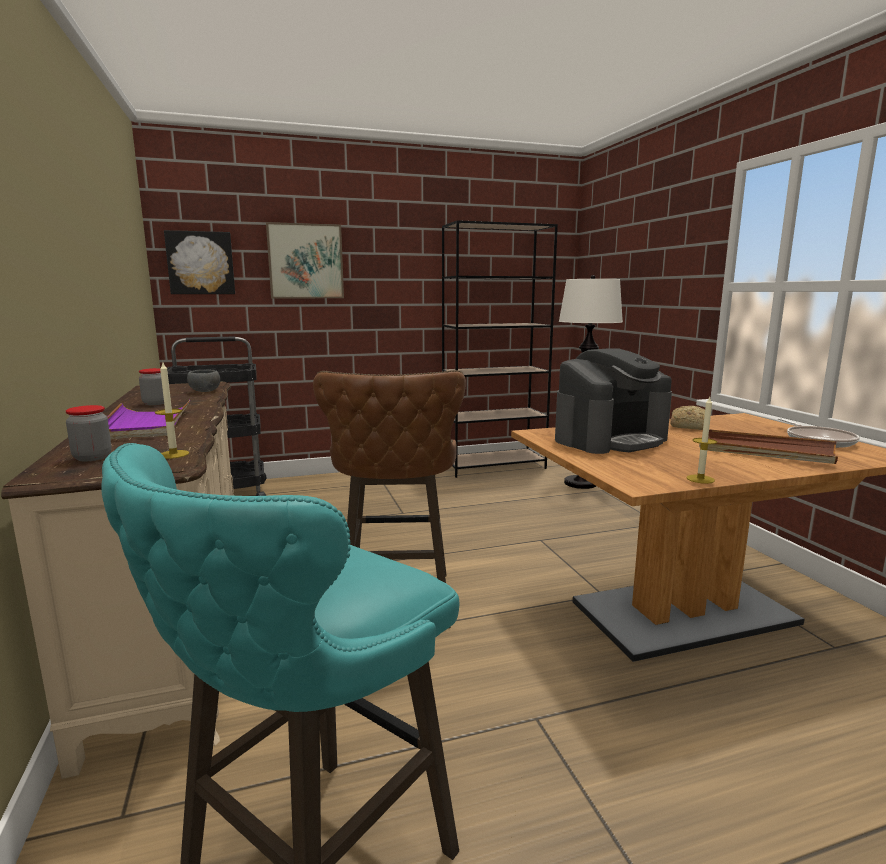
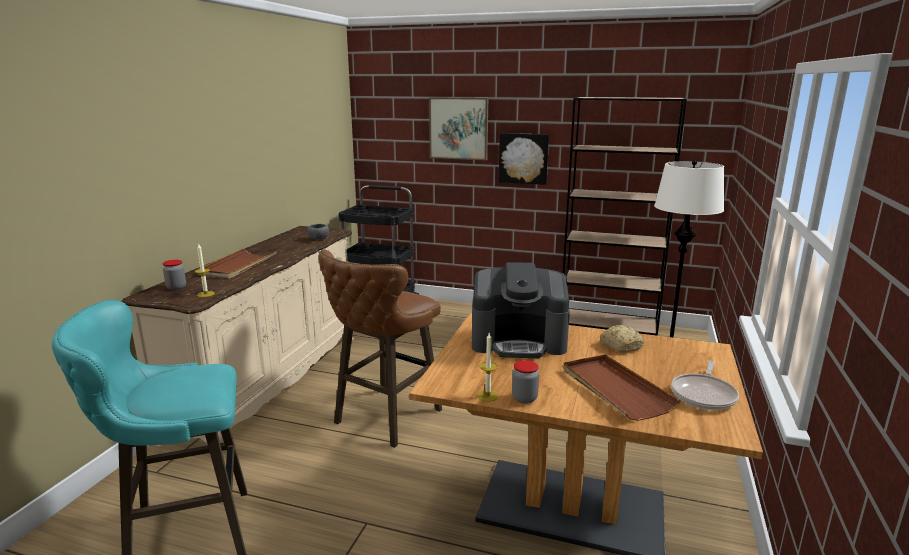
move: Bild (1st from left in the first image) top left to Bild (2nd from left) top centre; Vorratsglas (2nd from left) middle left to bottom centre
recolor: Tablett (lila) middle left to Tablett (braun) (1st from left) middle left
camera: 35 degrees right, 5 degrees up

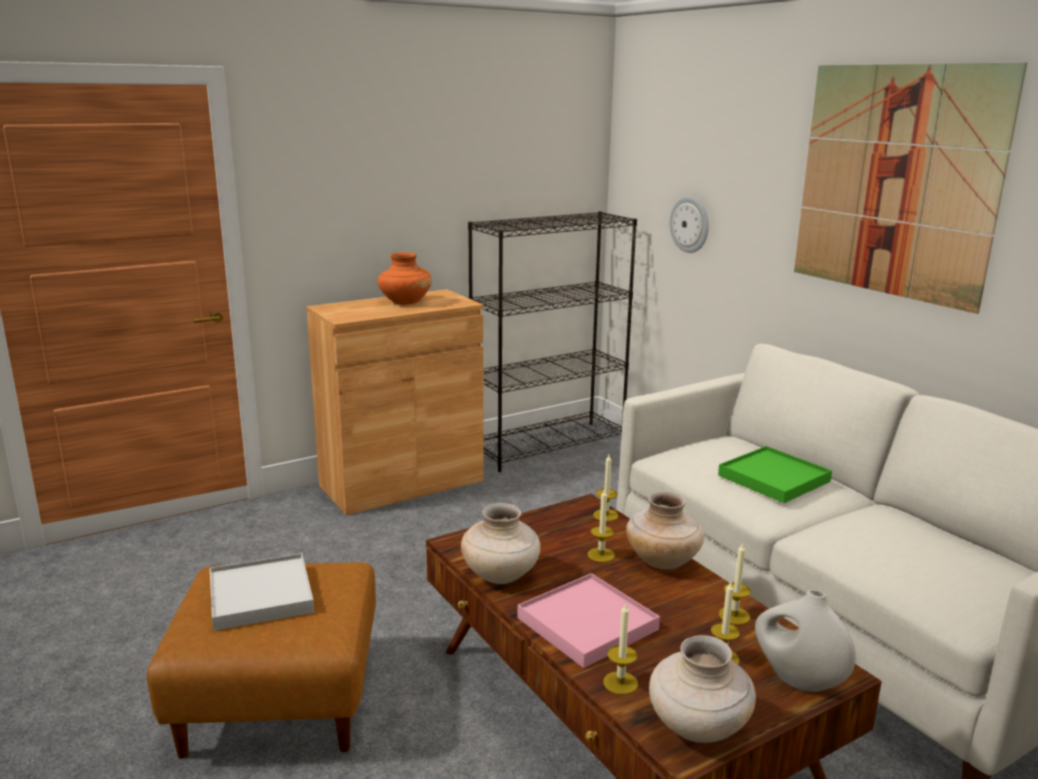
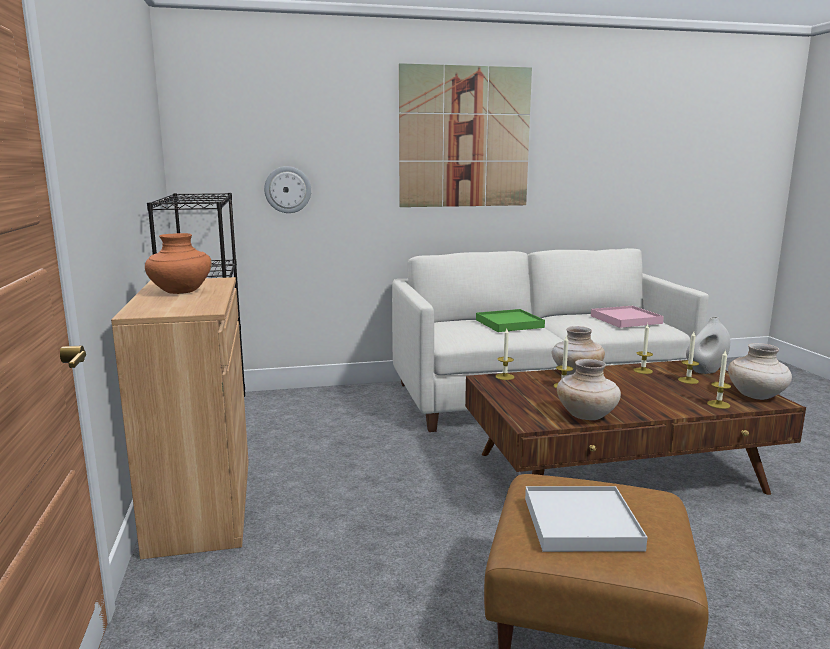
move: Tablett (rosa) bottom centre to middle right
camera: 70 degrees left, 5 degrees down

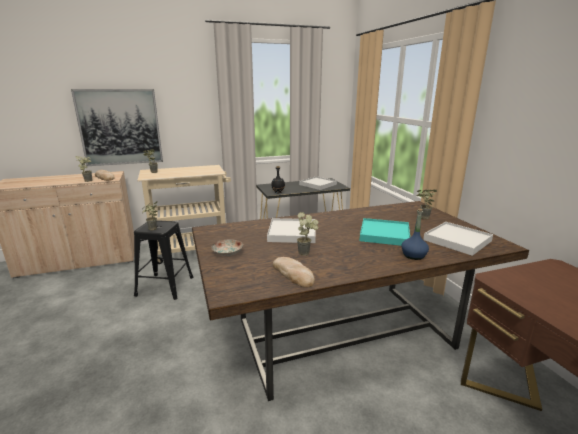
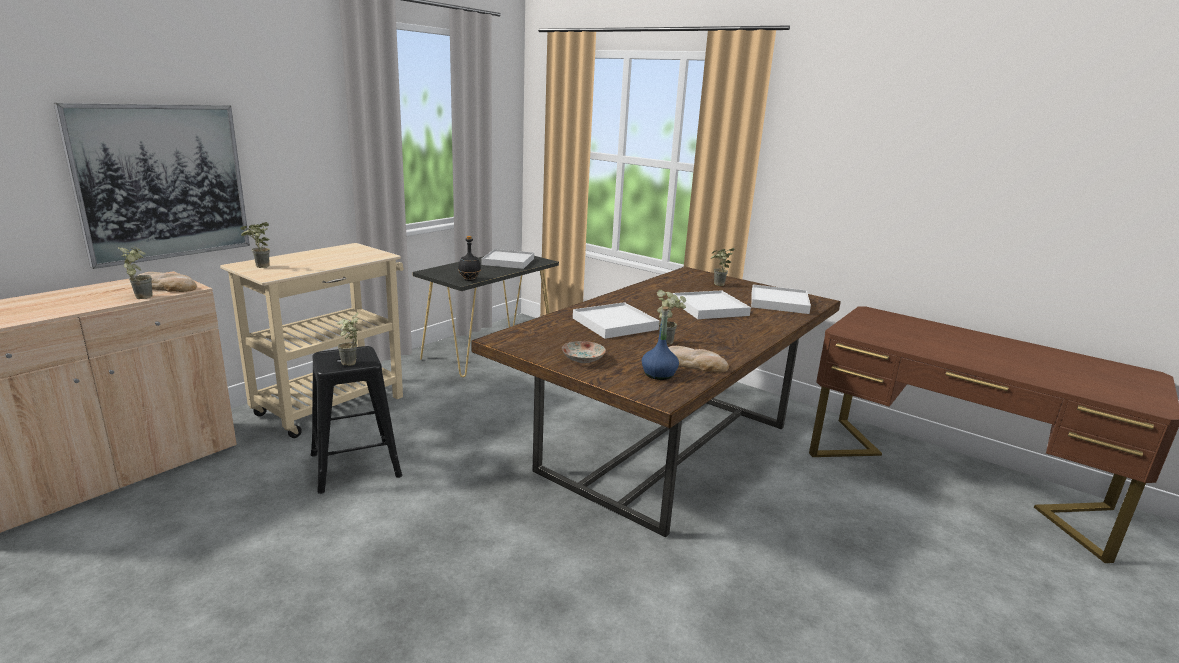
move: Flasche (blau) middle right to centre
recolor: Tablett (türkis) centre to Tablett (weiß) (3rd from left) centre
camera: 35 degrees left, 0 degrees up

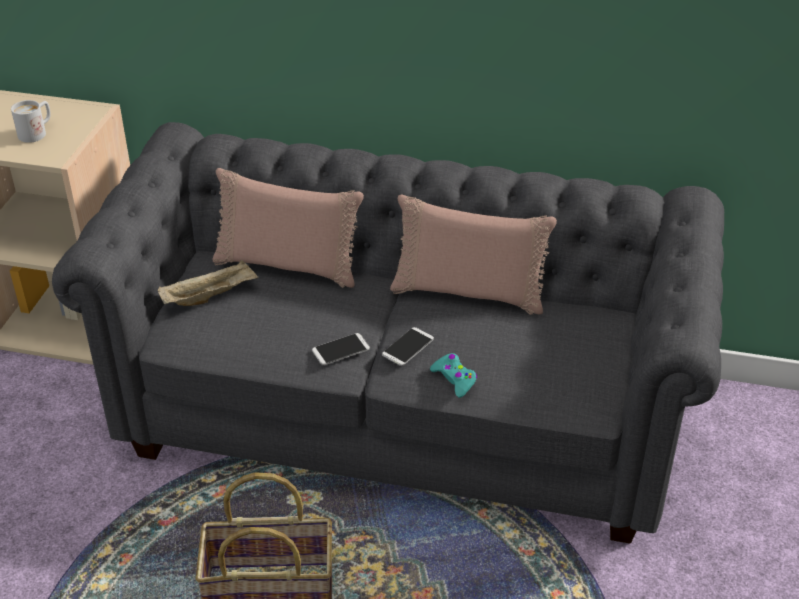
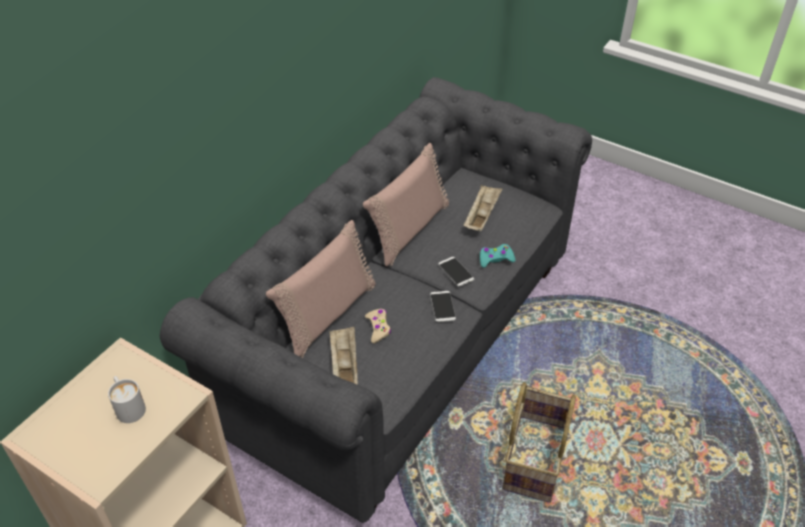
insert: Tablett (beige) (2nd from left) centre; Gamepad (beige) centre
camera: 70 degrees left, 5 degrees up

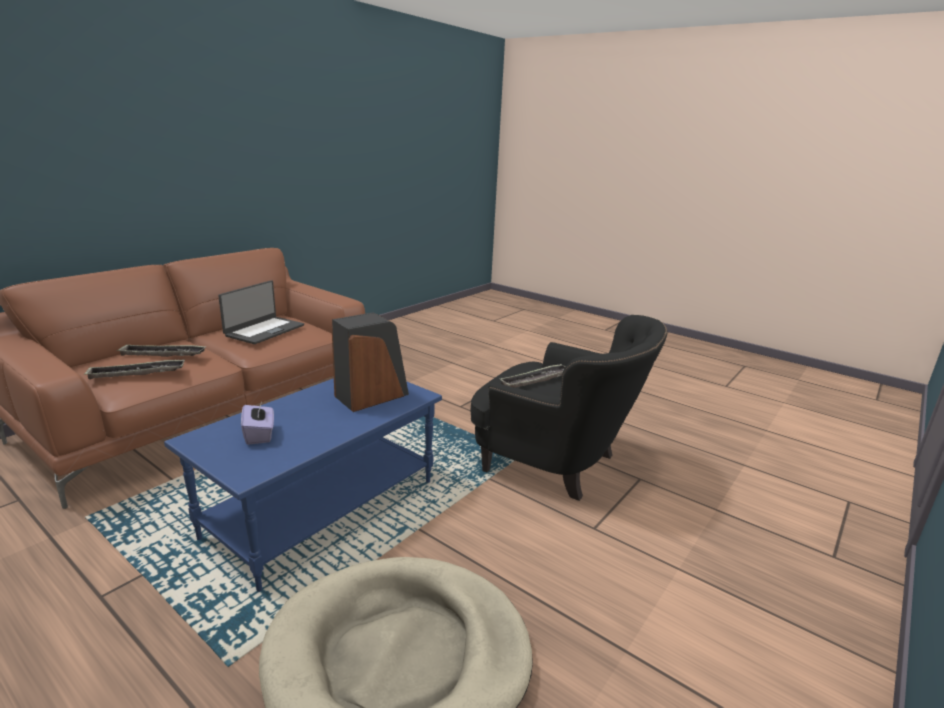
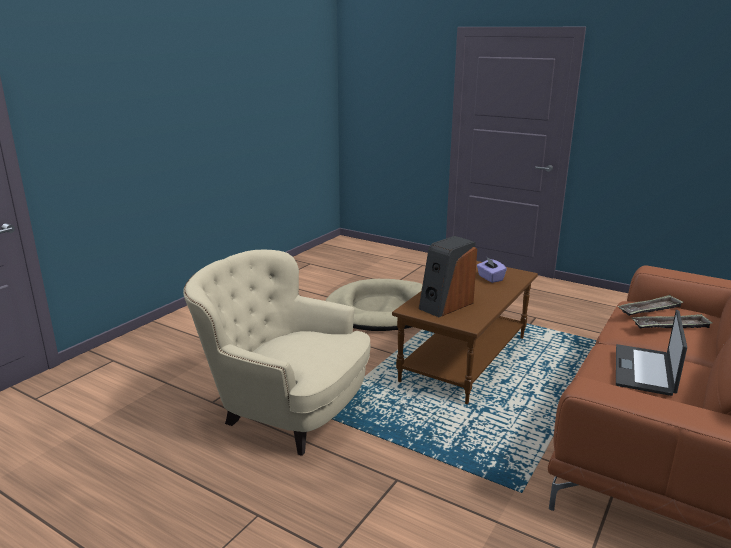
delete: Tablett (3rd from left) centre
recolor: Sessel (schwarz) centre to Sessel (beige) centre; Couchtisch (blau) bottom left to Couchtisch (braun) centre
camera: 175 degrees right, 0 degrees up

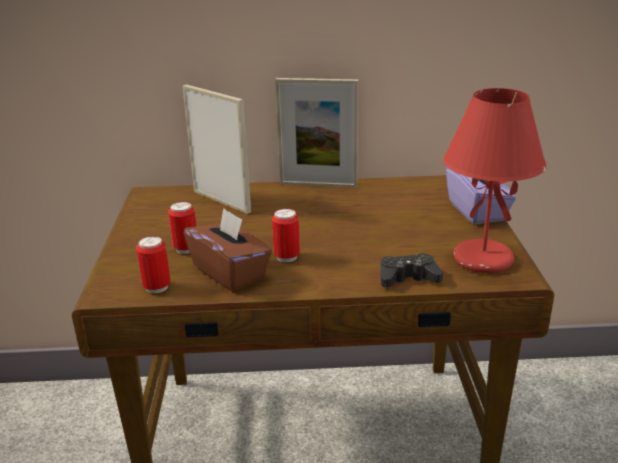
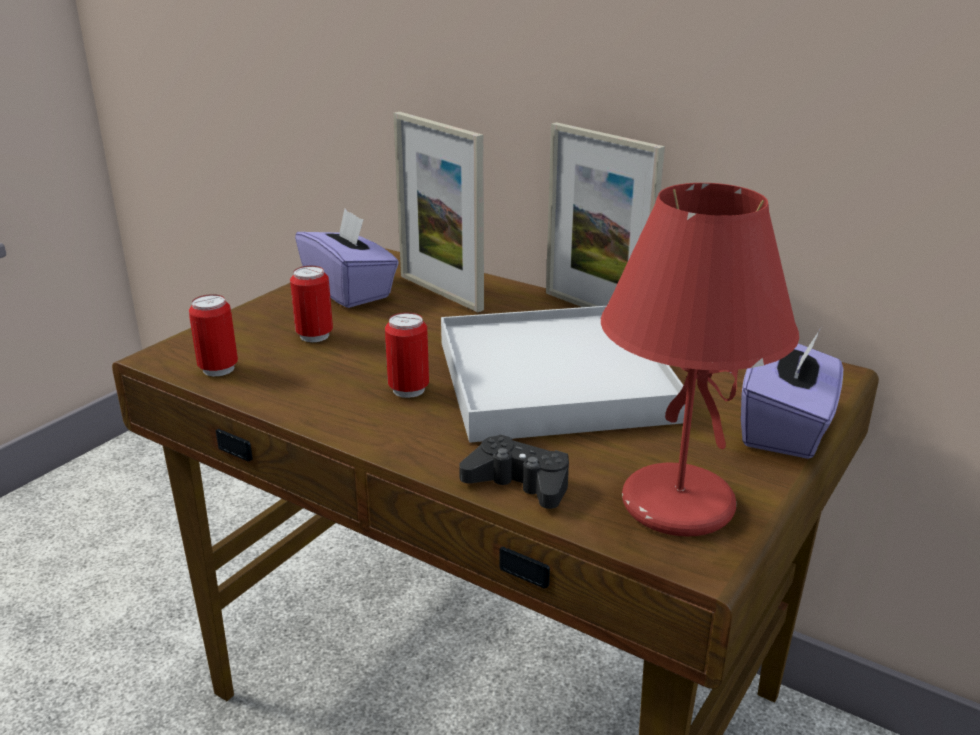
delete: Taschentuchbox (braun) centre
insert: Taschentuchbox (lila) (1st from left) centre; Tablett (weiß) centre
rotate: Bilderrahmen (1st from left) top centre = top centre 150 degrees clockwise
camera: 35 degrees right, 0 degrees up

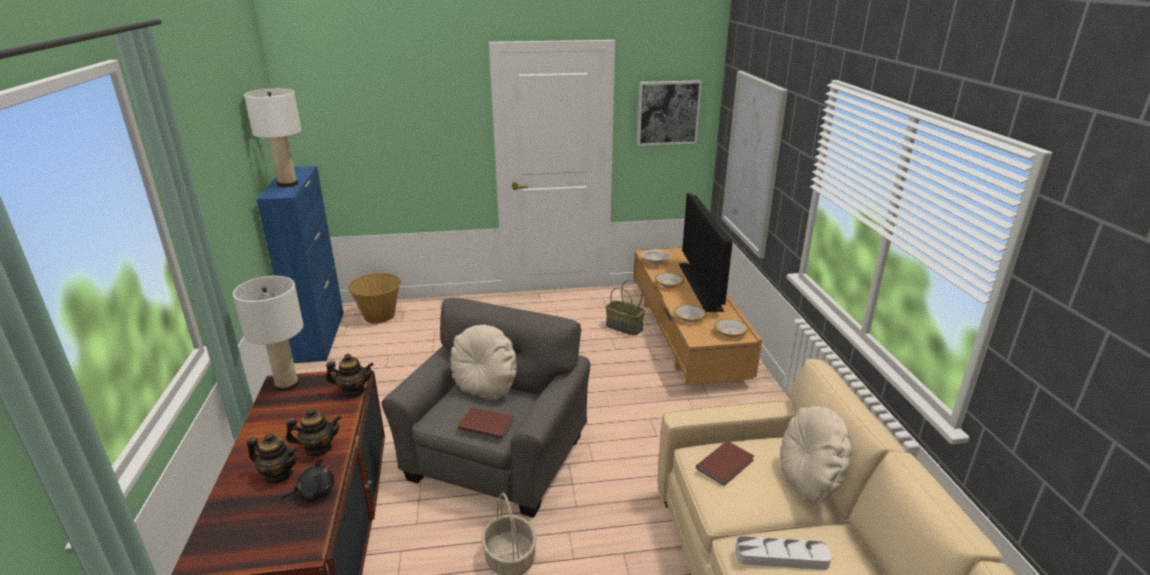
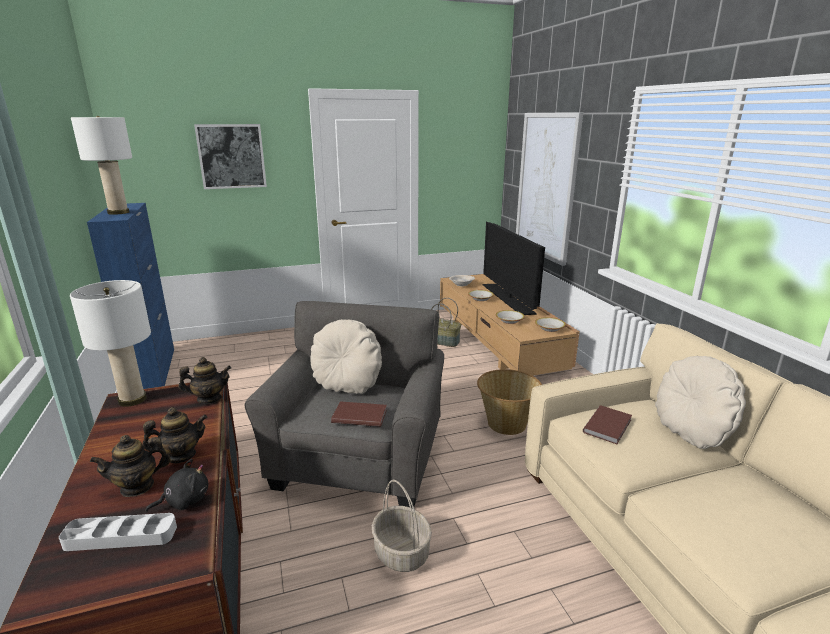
move: Bild (1st from left) top centre to top left; Korb (1st from left in the first image) middle left to Korb (3rd from left) centre; Tablett (grau) bottom right to bottom left
rotate: Teekanne (1st from left) bottom left = bottom left 150 degrees clockwise
camera: 10 degrees left, 5 degrees down

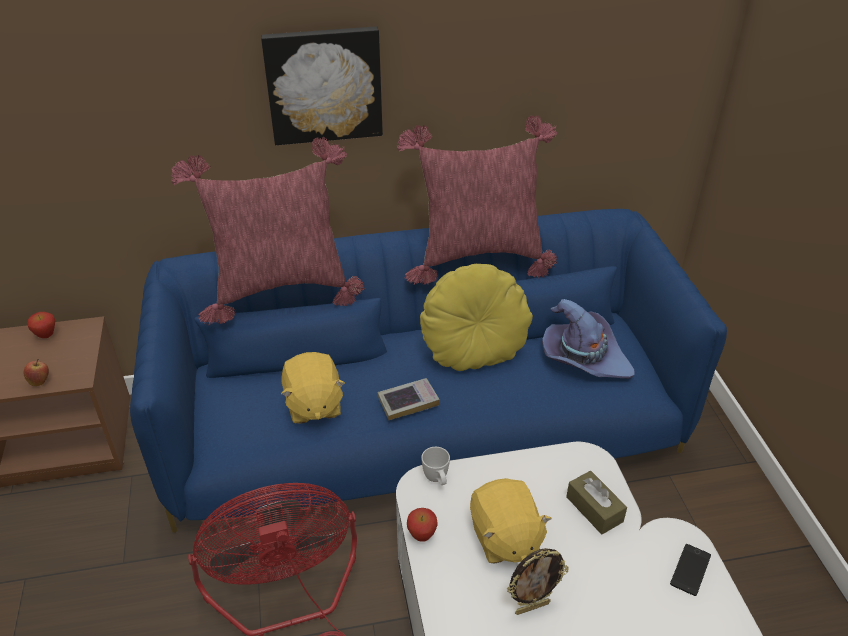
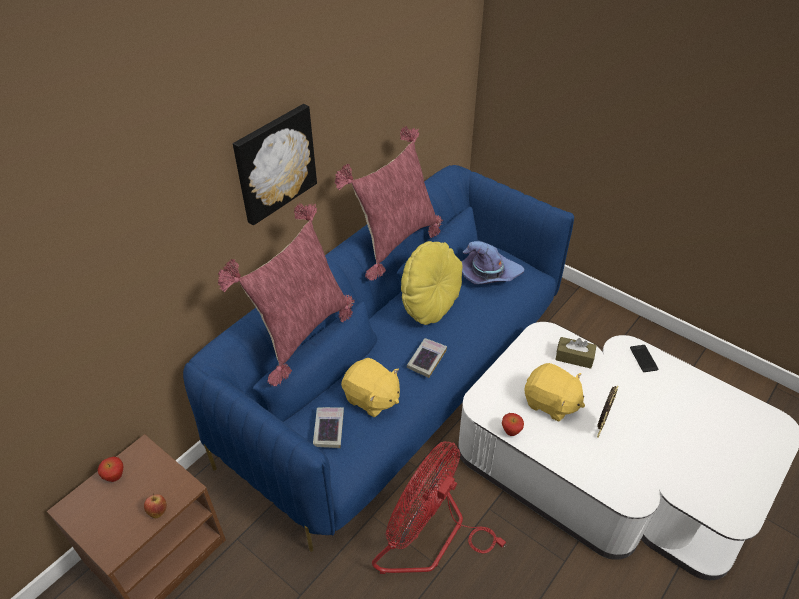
delete: Henkelbecher (weiß) bottom centre
insert: Buch (1st from left) bottom centre
camera: 40 degrees left, 5 degrees up

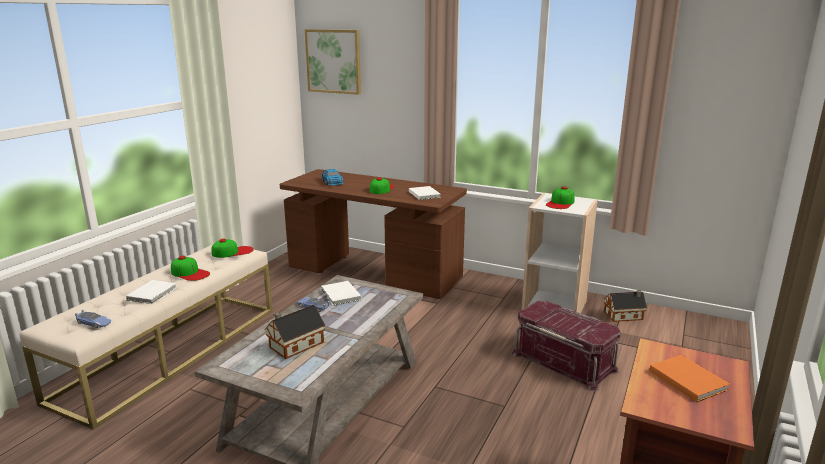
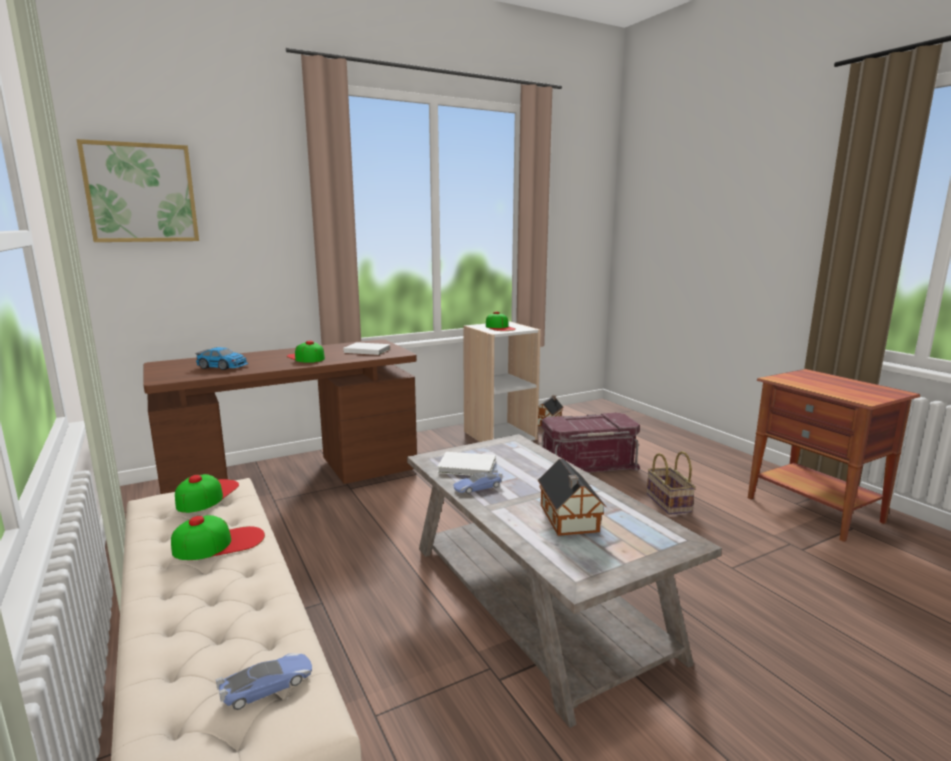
delete: Buch (weiß) (1st from left) middle left; Buch (orange) bottom right
insert: Korb middle right
camera: 55 degrees left, 5 degrees down

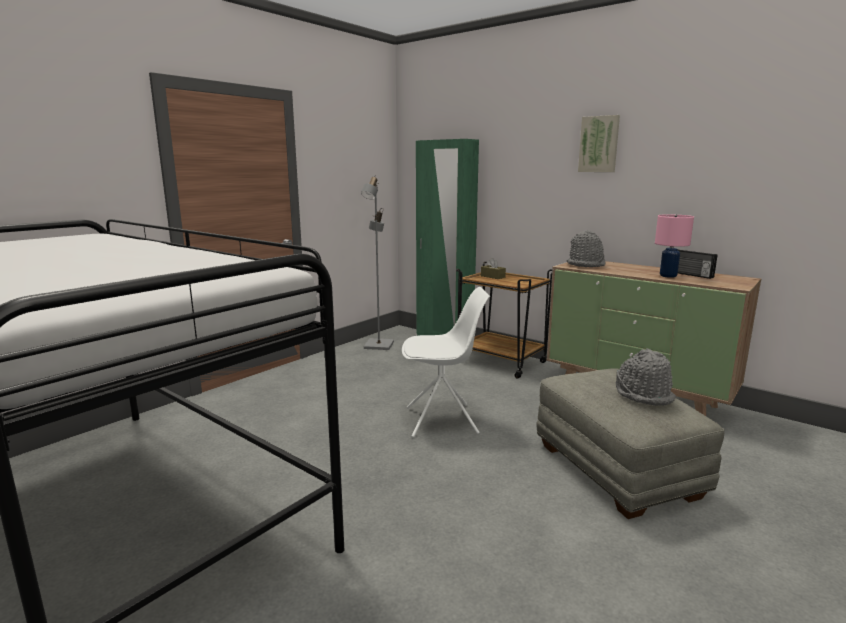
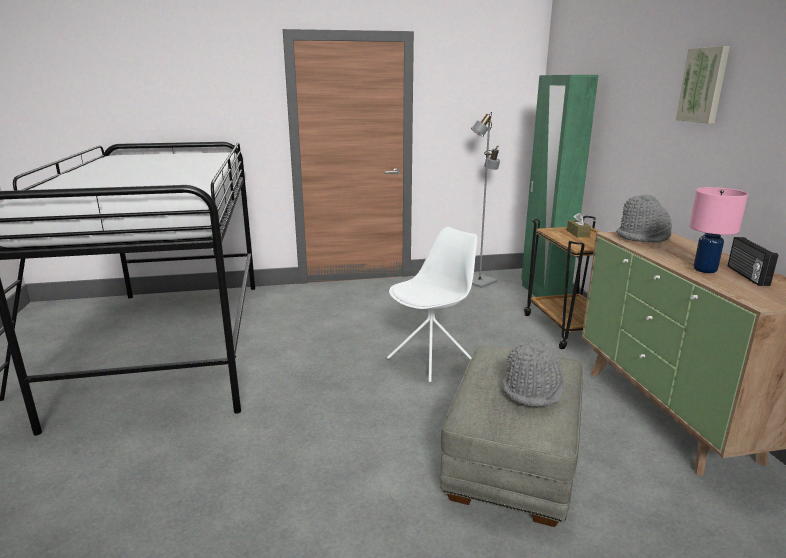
rotate: Stuhl (weiß) centre = centre 75 degrees counterclockwise
camera: 40 degrees right, 5 degrees up

